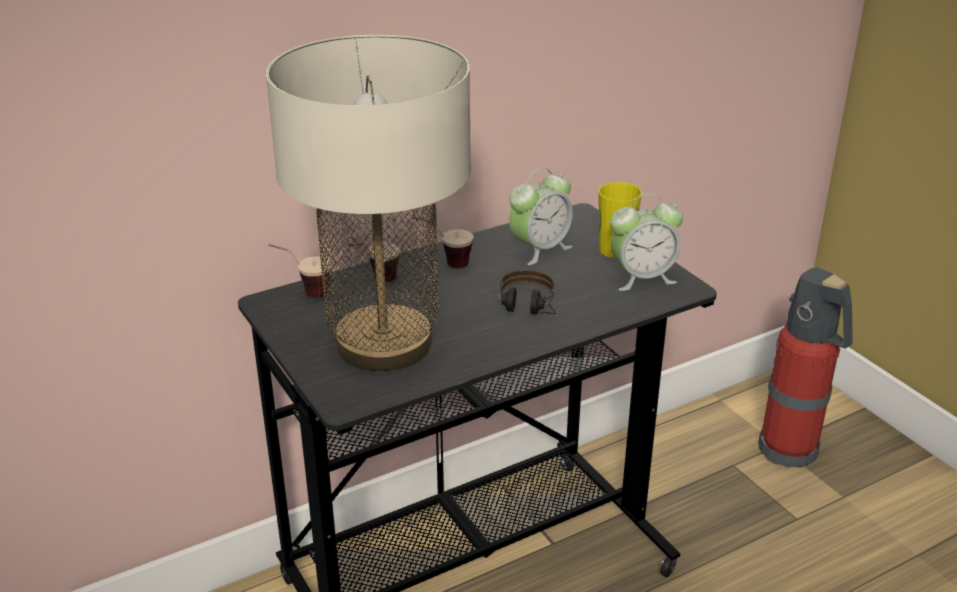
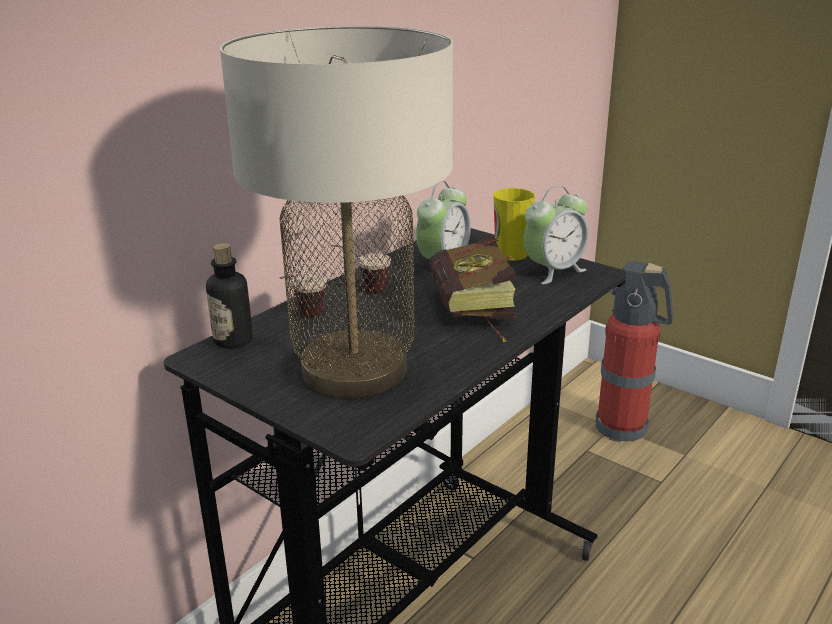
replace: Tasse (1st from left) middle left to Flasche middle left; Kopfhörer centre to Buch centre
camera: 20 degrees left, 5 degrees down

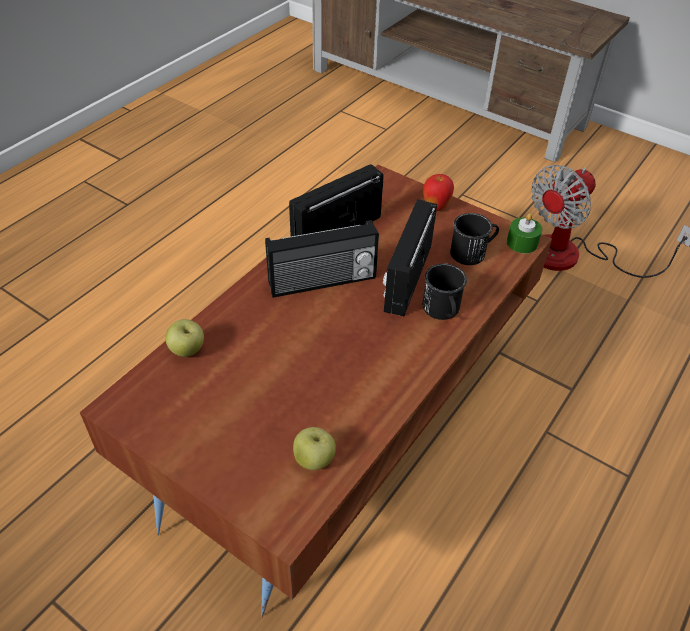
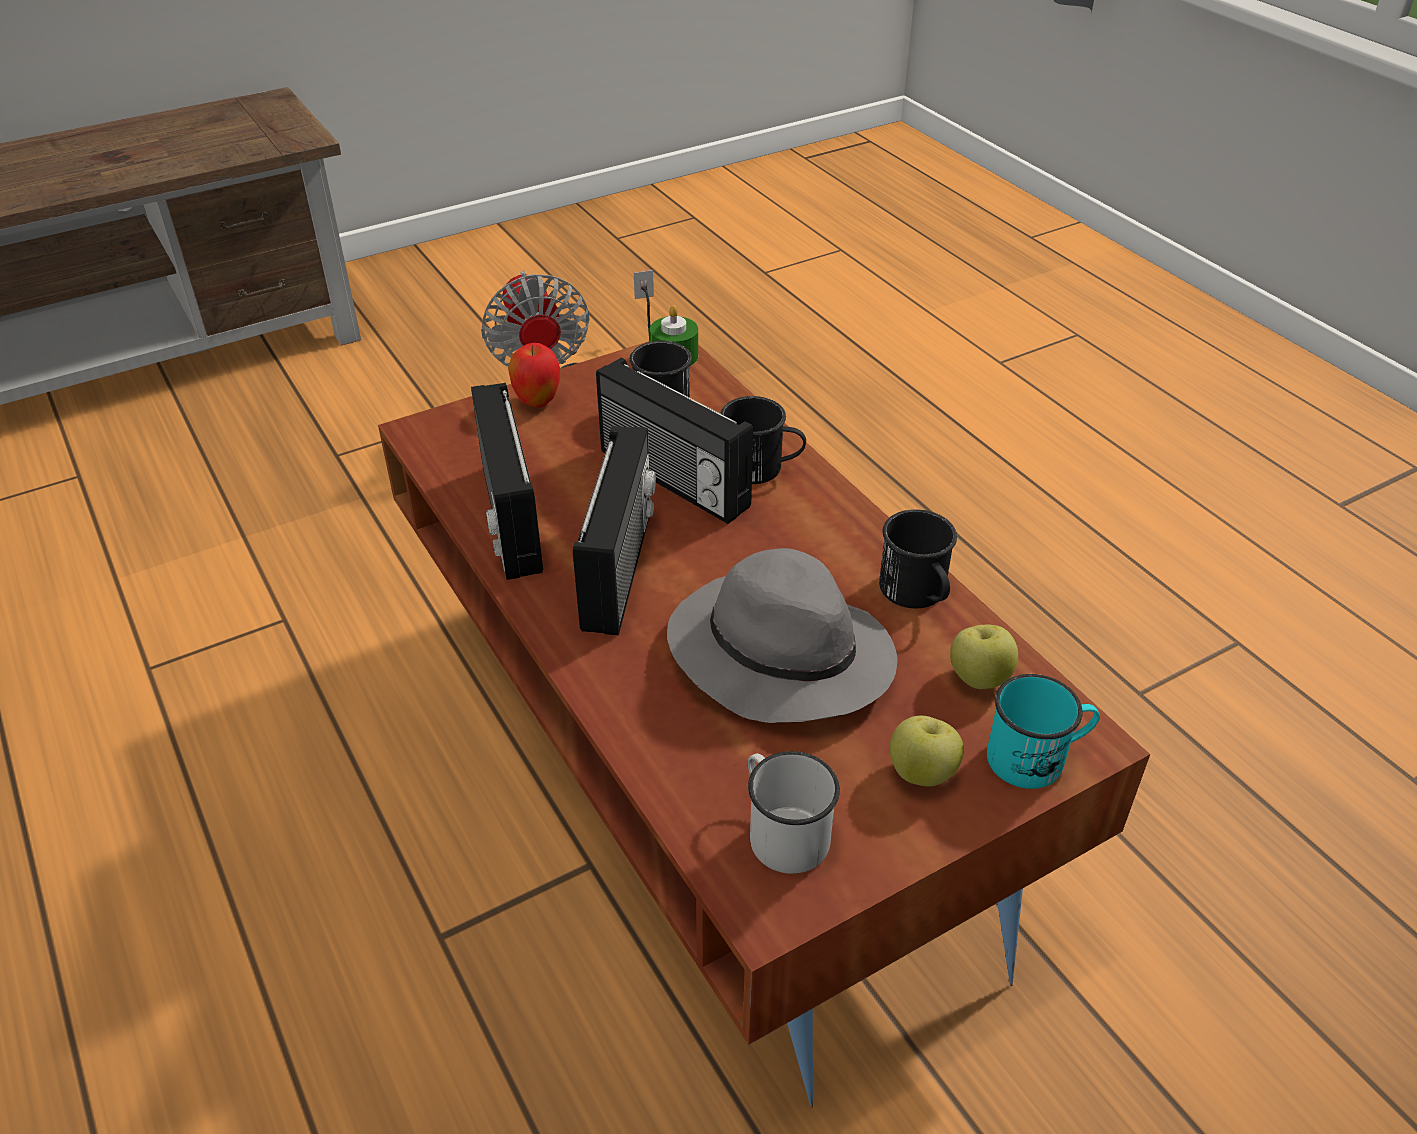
insert: Henkelbecher (schwarz) (3rd from left) centre; Hut (grau) centre; Henkelbecher (türkis) middle right; Henkelbecher (weiß) bottom centre
move: Apfel (1st from left in the first image) middle left to Apfel (2nd from left) centre
camera: 65 degrees left, 5 degrees down

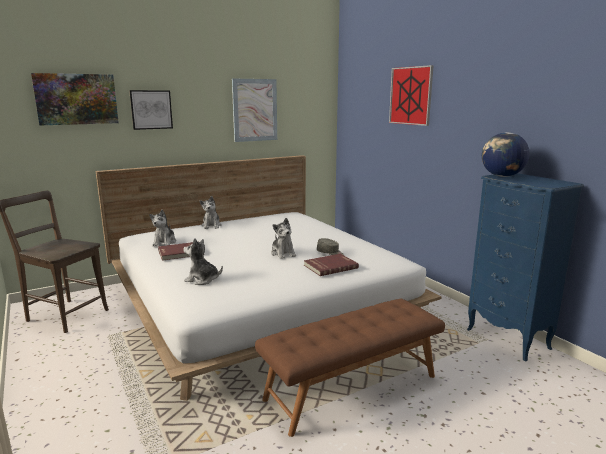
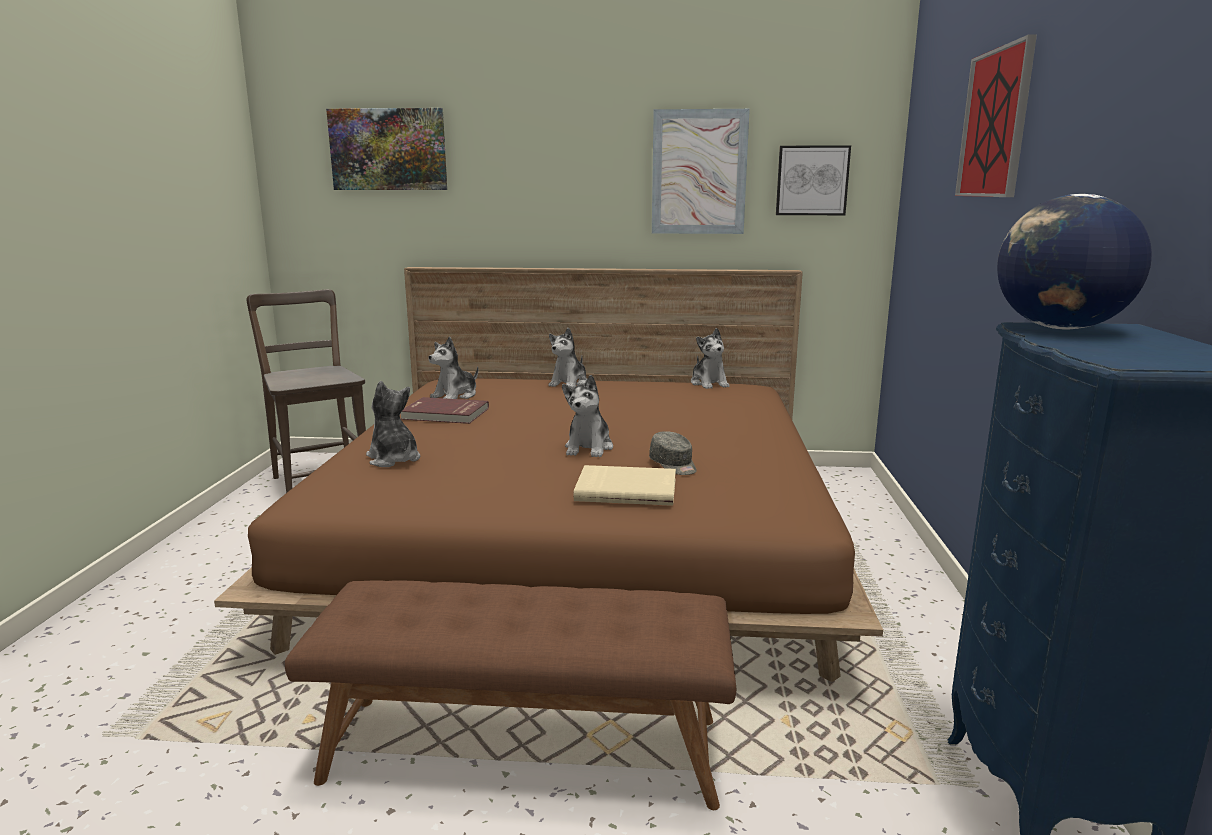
insert: Plüschtier (5th from left) centre
move: Bild (2nd from left in the first image) top left to Bild (3rd from left) top right
recolor: Bett (weiß) centre to Bett (braun) centre; Buch (rot) (2nd from left) centre to Buch (beige) centre
camera: 35 degrees right, 0 degrees up

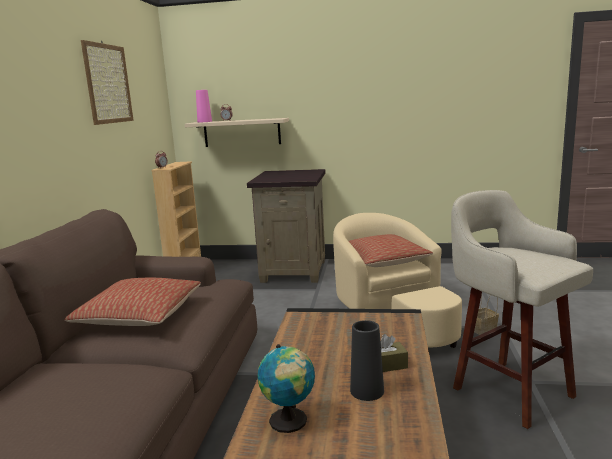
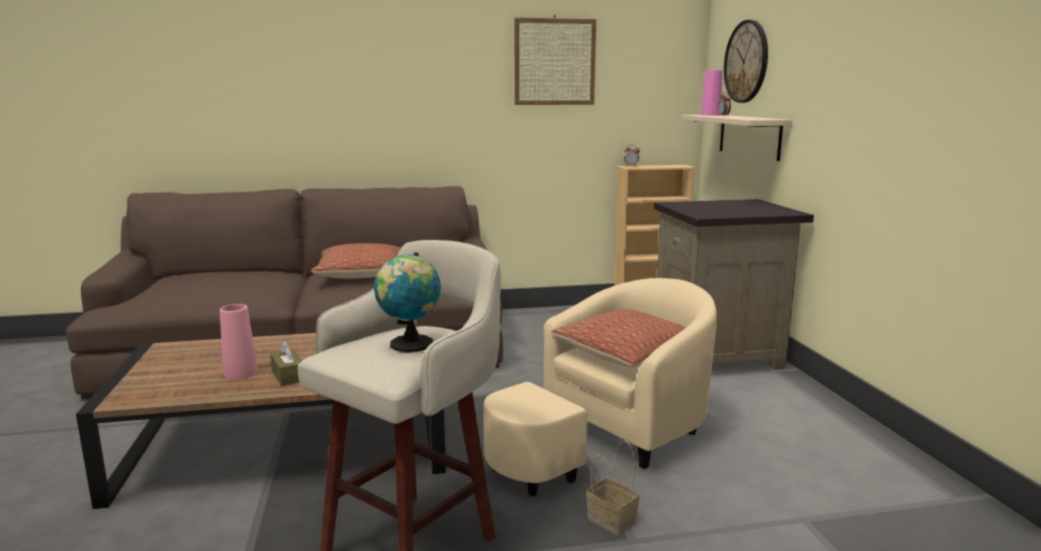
insert: Wanduhr top right
move: Globus bottom centre to centre
recolor: Vase (schwarz) bottom centre to Vase (rosa) (1st from left) middle left
camera: 70 degrees right, 0 degrees up

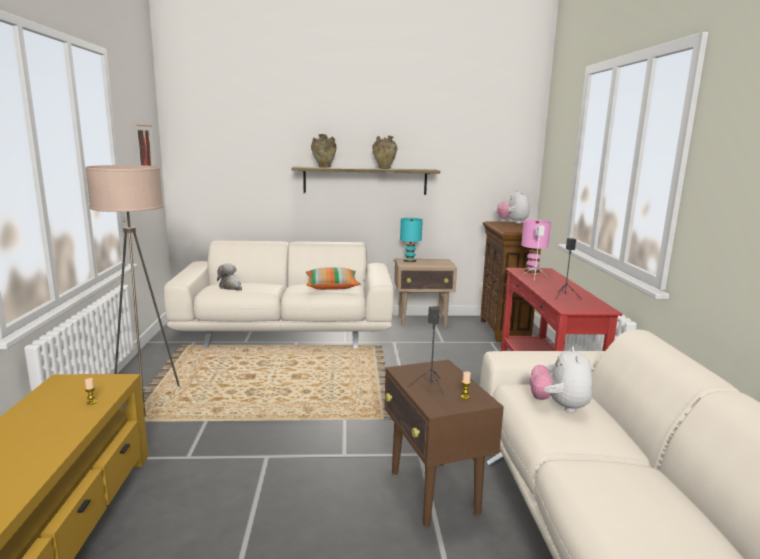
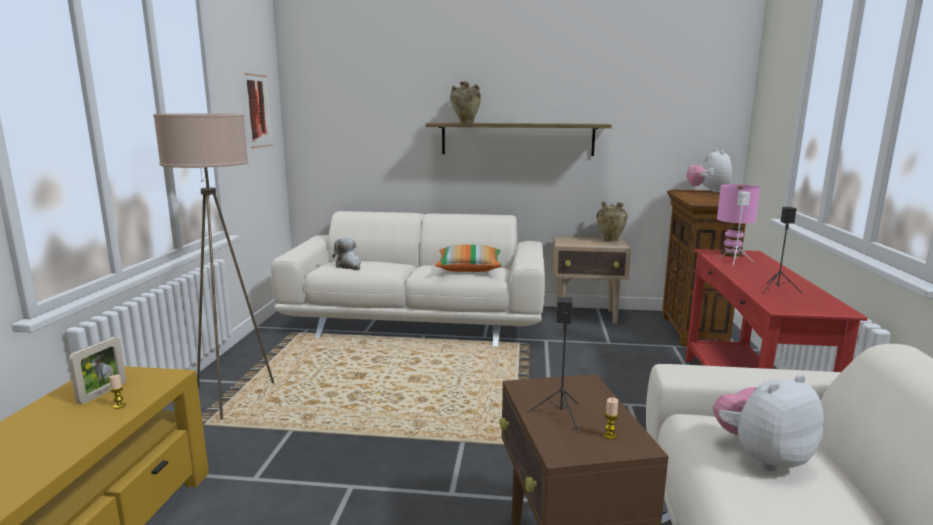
delete: Tischlampe (türkis) centre
insert: Bilderrahmen bottom left
move: Vase (beige) (2nd from left) top centre to centre
rotate: Plüschtier (3rd from left) bottom right = bottom right 45 degrees clockwise
camera: 10 degrees right, 0 degrees up

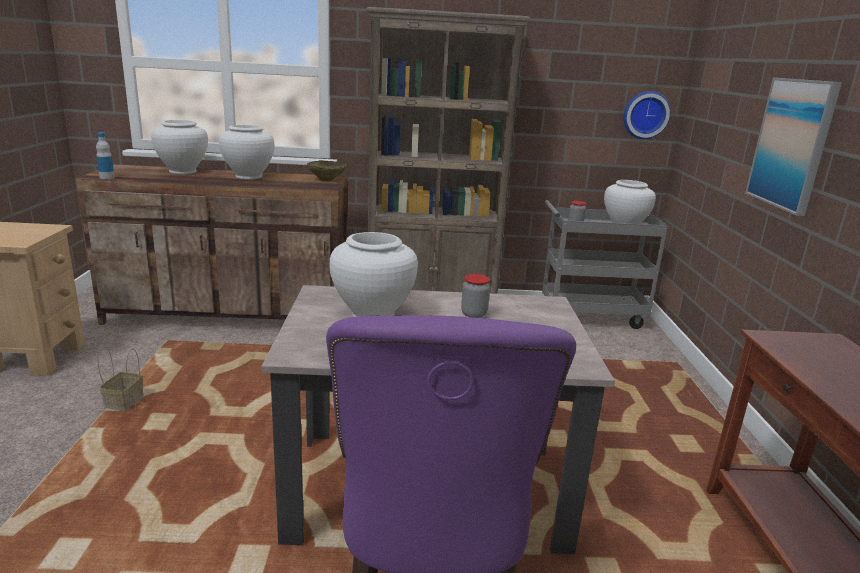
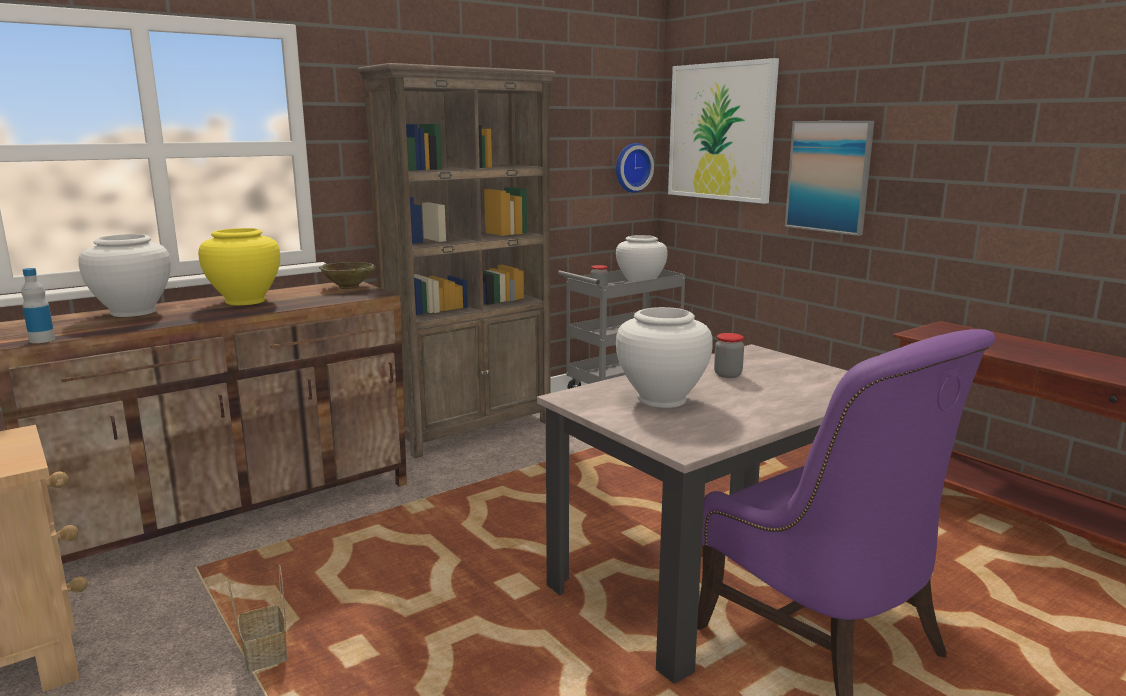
insert: Bild (1st from left) top centre
recolor: Vase (weiß) (2nd from left) top left to Vase (gelb) middle left
camera: 35 degrees left, 5 degrees down

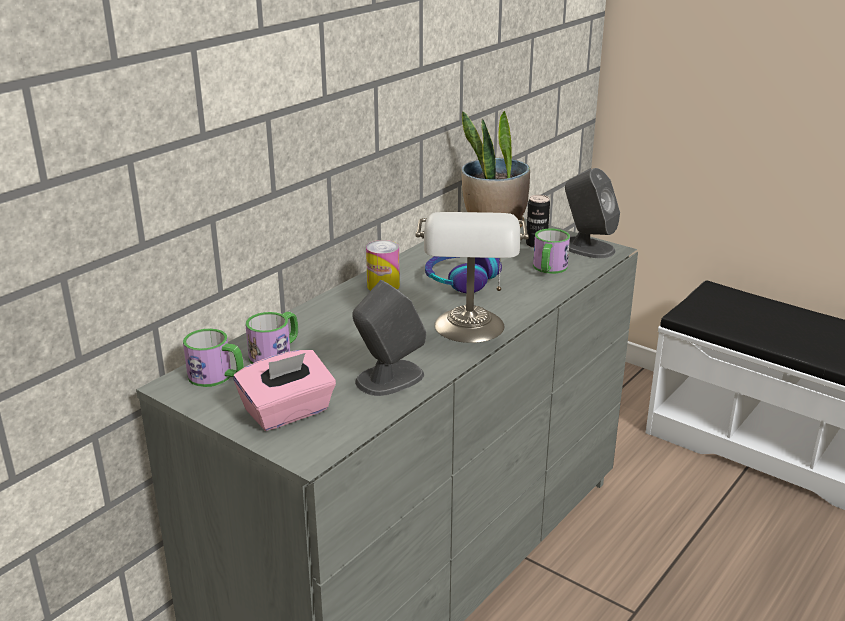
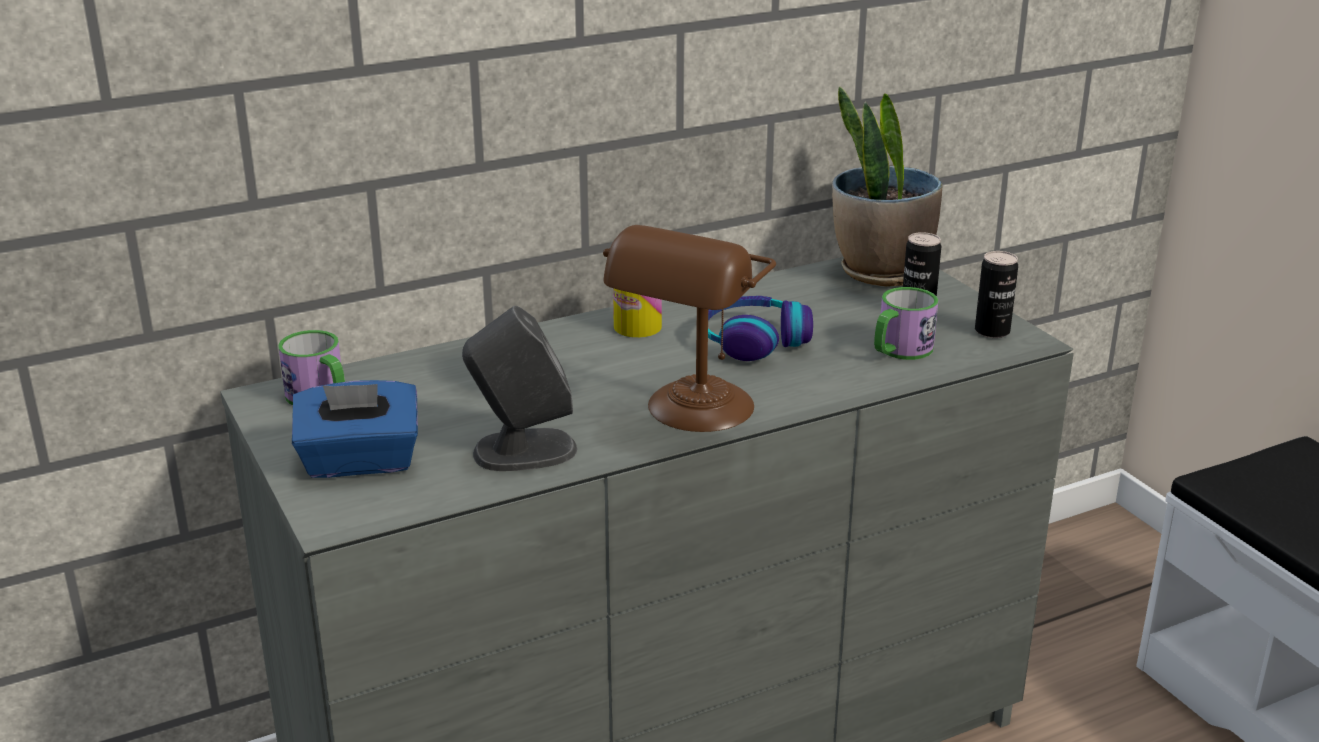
delete: Henkelbecher (2nd from left) middle left
replace: Lautsprecher (grau) (2nd from left) middle right to Dose (3rd from left) middle right
recolor: Tischlampe (weiß) centre to Tischlampe (braun) centre; Taschentuchbox (rosa) centre to Taschentuchbox (blau) middle left
camera: 25 degrees right, 0 degrees up

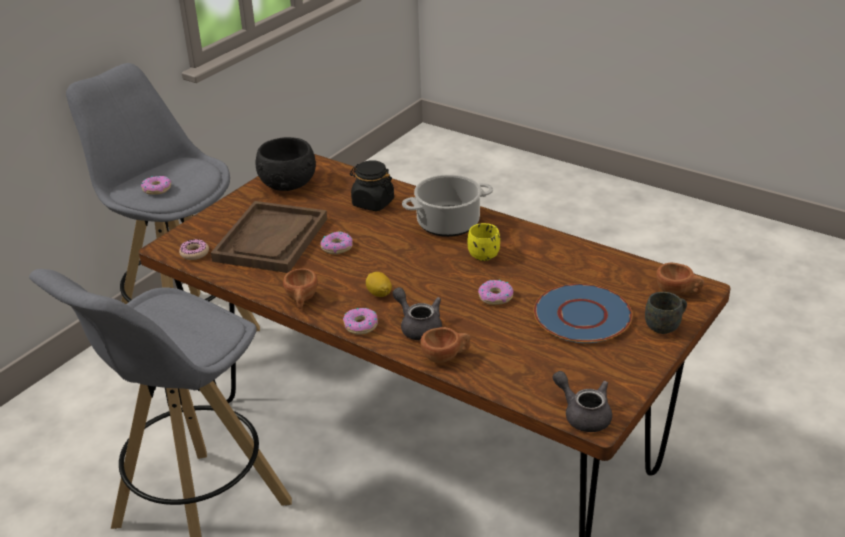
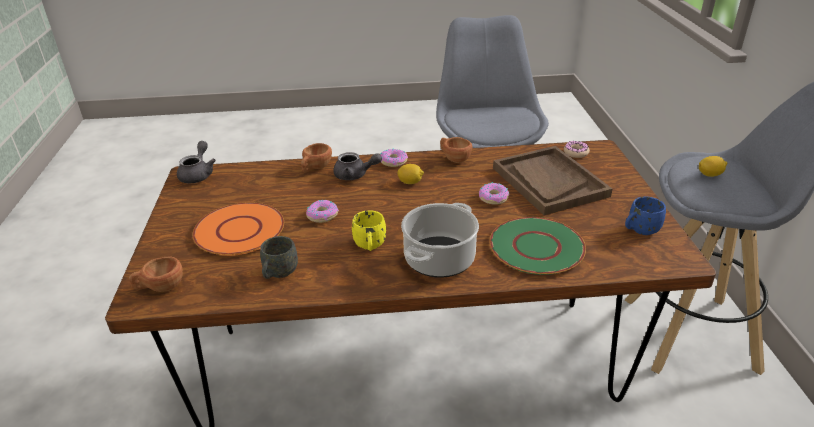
move: Henkelbecher (grau) middle right to centre
replace: Schüssel (schwarz) top centre to Henkelbecher (blau) middle right; Vorratsglas (schwarz) centre to Teller (grün) centre; Donut (1st from left) middle left to Zitrone (2nd from left) middle right
recolor: Teller (blau) middle right to Teller (orange) middle left
rotate: Teekanne (grau) (2nd from left in the first image) bottom right = middle left 90 degrees counterclockwise
camera: 140 degrees right, 0 degrees up

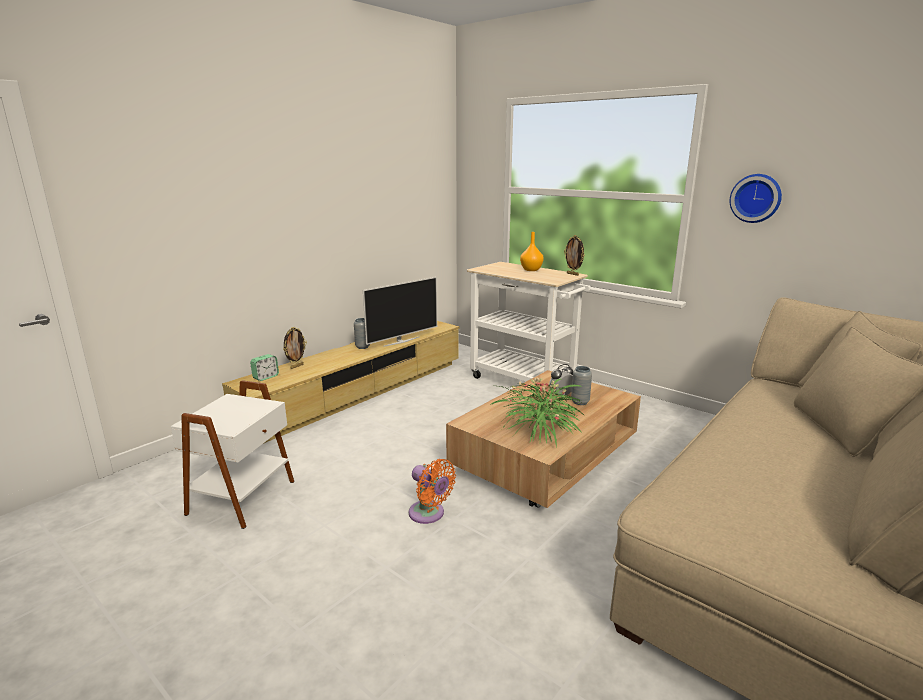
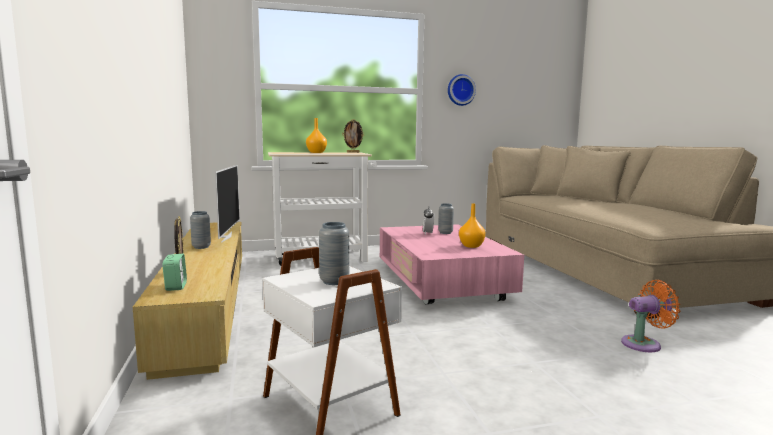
insert: Vase (grau) (2nd from left) centre
move: Ventilator (orange) bottom centre to bottom right
replace: Topfpflanze centre to Vase (orange) (2nd from left) centre
recolor: Couchtisch (braun) centre to Couchtisch (rosa) centre
camera: 55 degrees left, 10 degrees down

